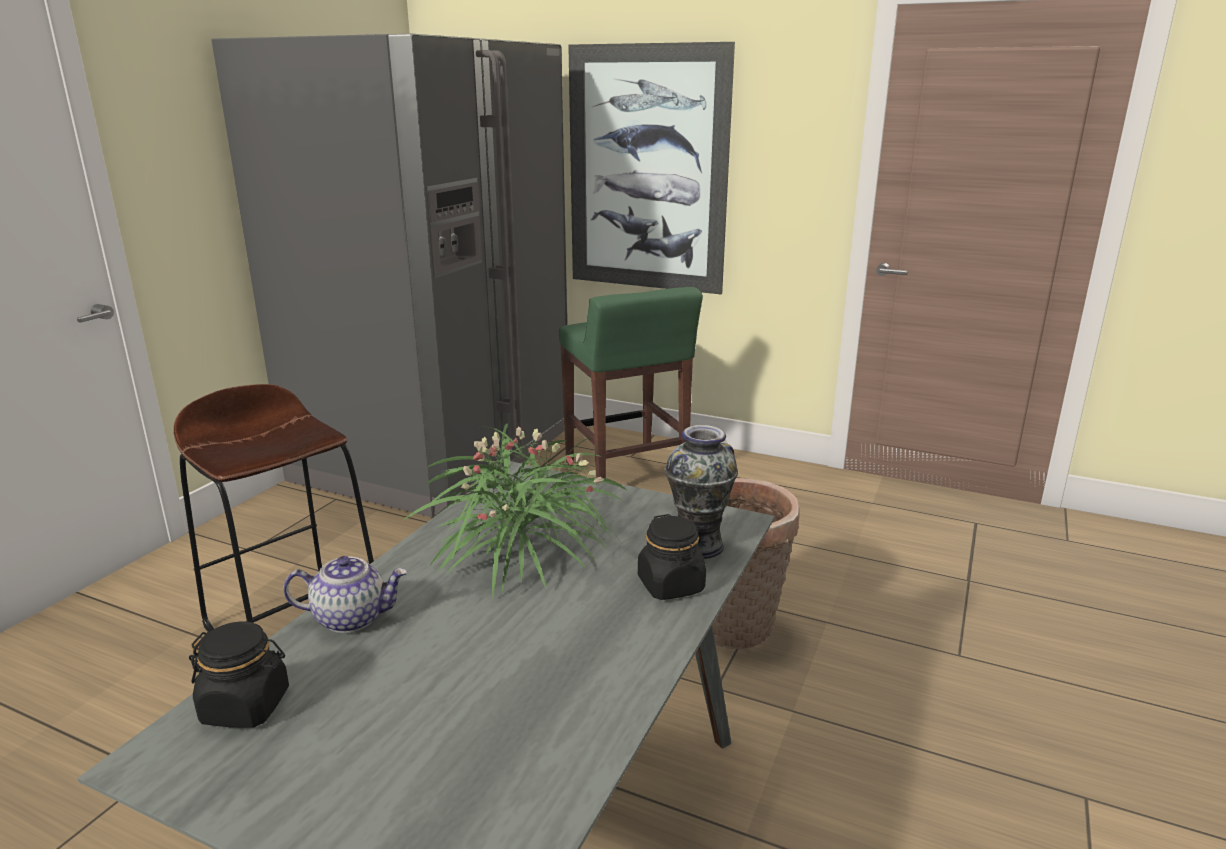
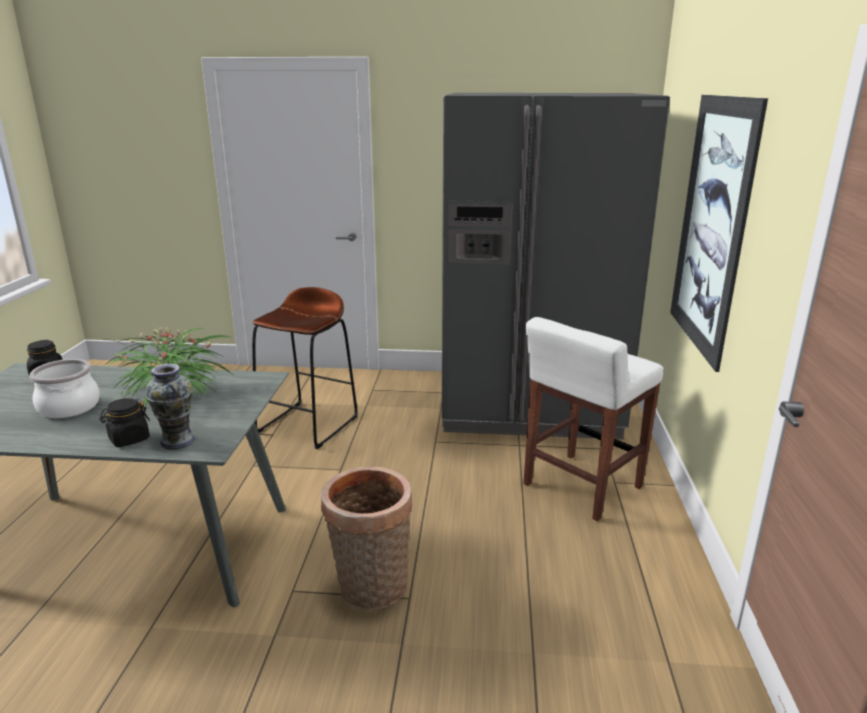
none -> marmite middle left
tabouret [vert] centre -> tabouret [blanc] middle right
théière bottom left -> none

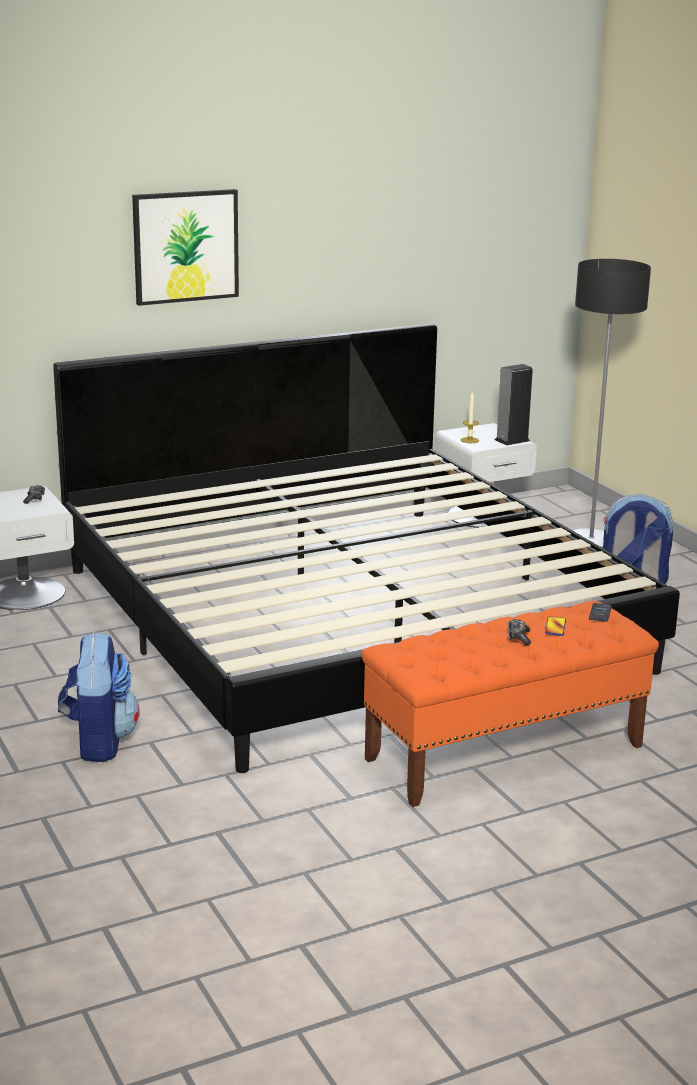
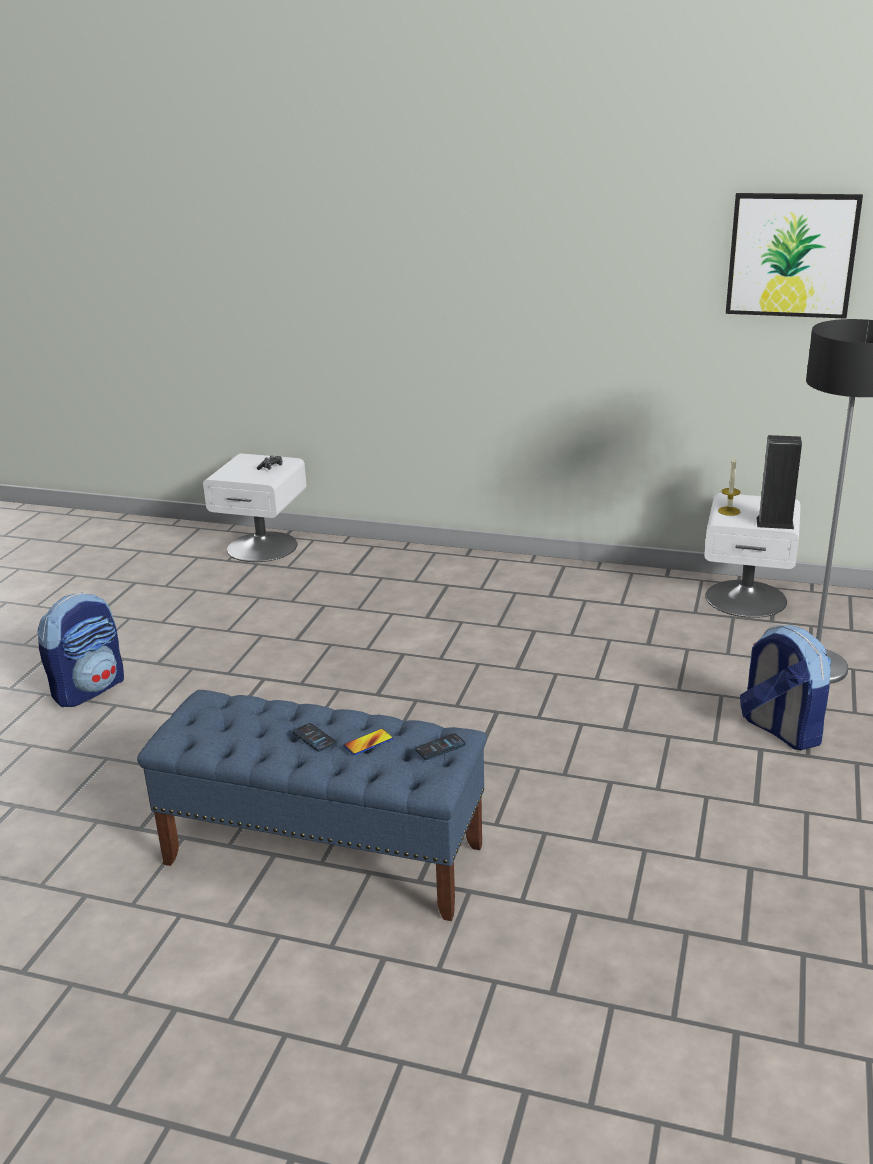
banc [orange] middle right -> banc [bleu] bottom centre
manette (2nd from left) middle right -> téléphone (1st from left) centre
tableau top left -> tableau top right, move
lit centre -> none

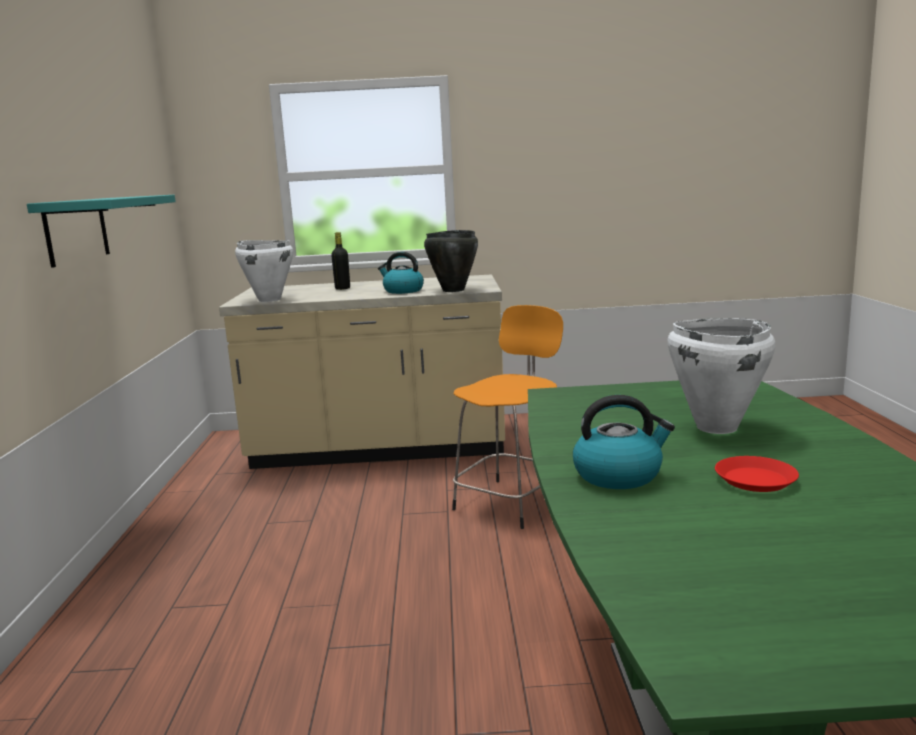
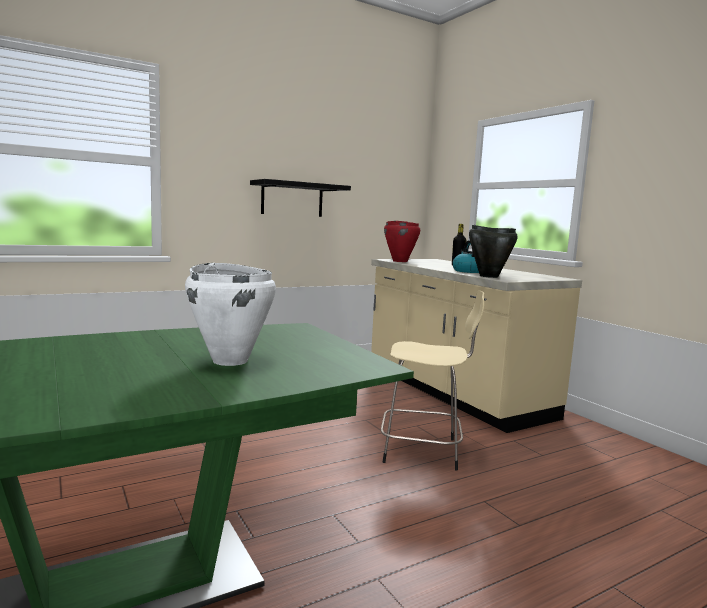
étagère [turquoise] top left -> étagère [noir] top centre
tabouret [orange] centre -> tabouret [beige] centre
marmite [blanc] (1st from left) middle left -> marmite [rouge] centre
bouilloire (2nd from left) middle right -> none
assiette [rouge] middle right -> none

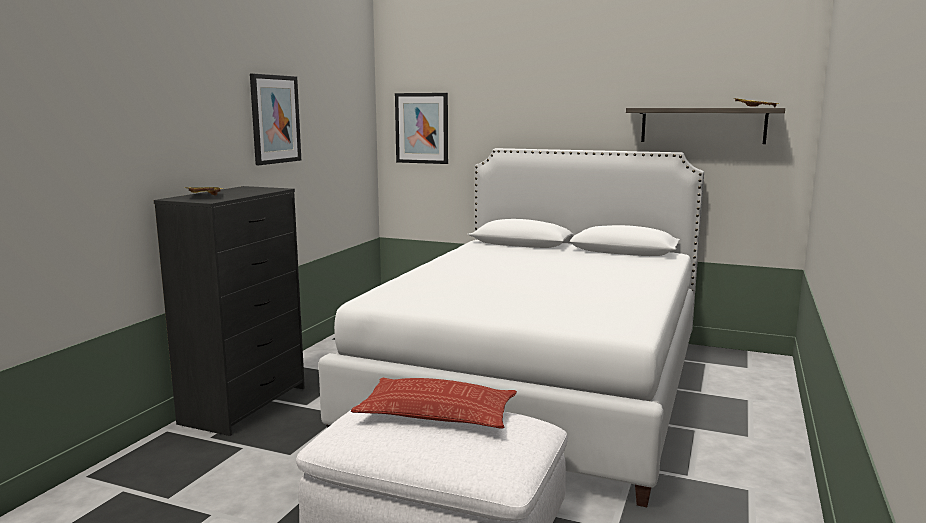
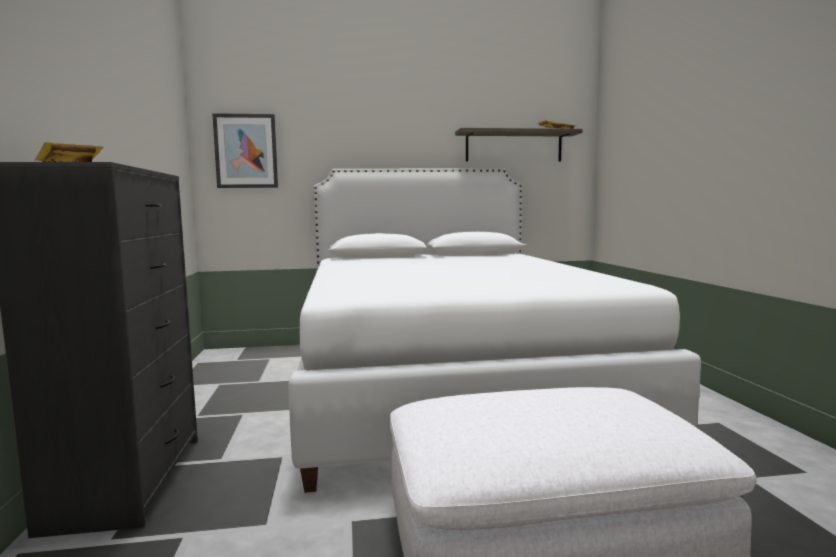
tableau (1st from left) top left -> none
coussin bottom centre -> none

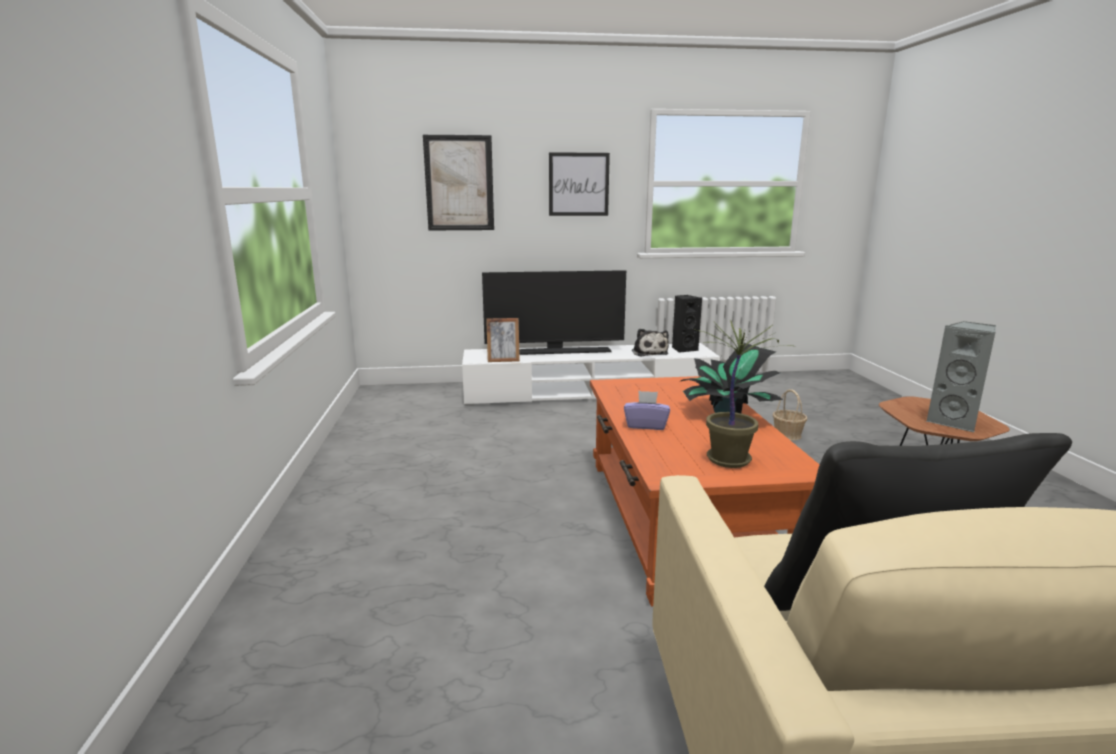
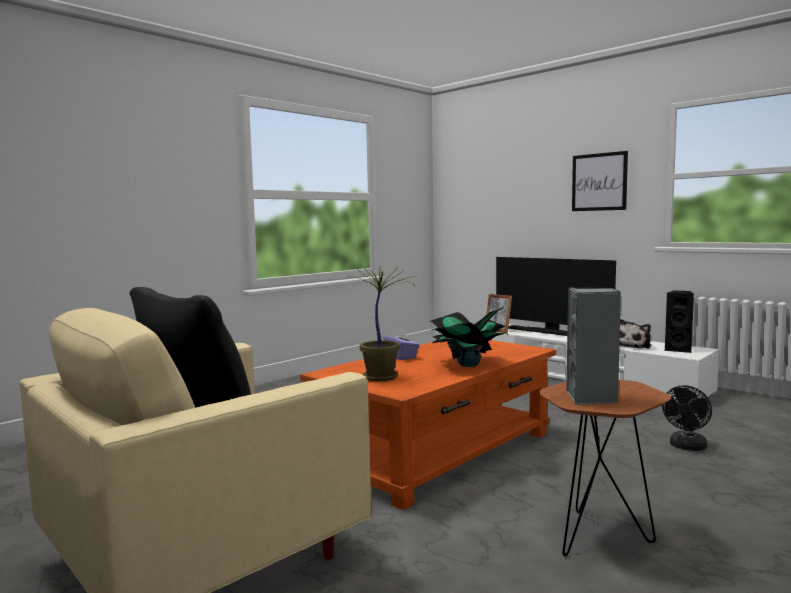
panier middle right -> ventilateur [noir] bottom right
tableau (1st from left) top centre -> none

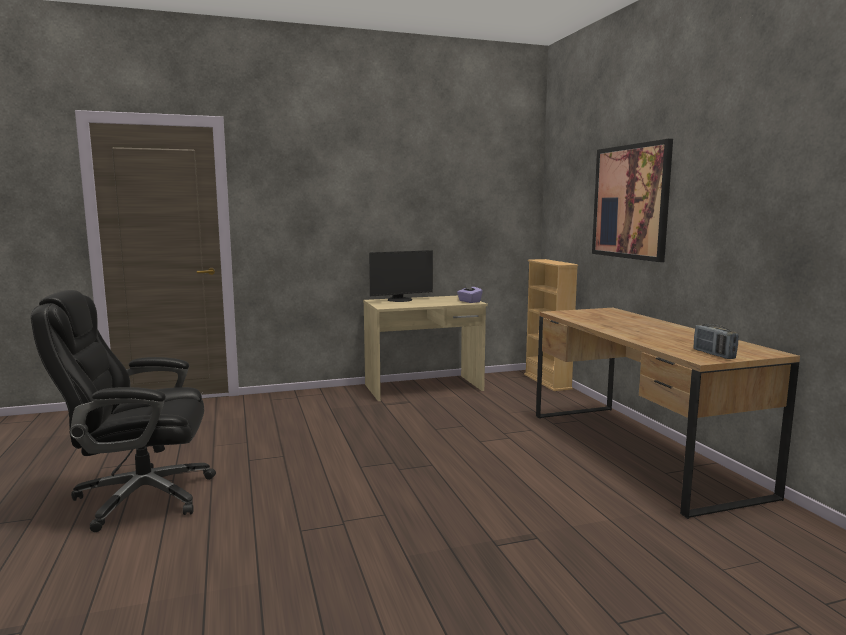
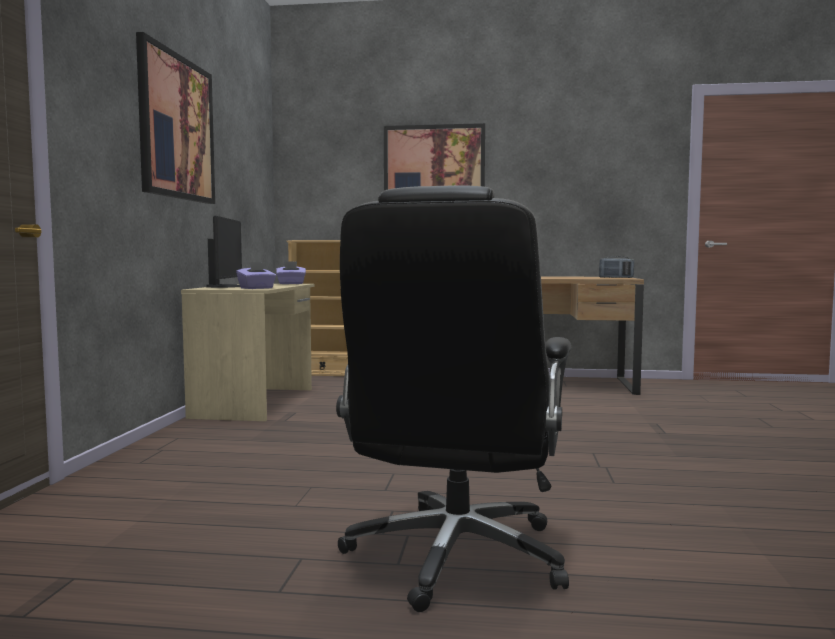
none -> tableau (1st from left) top left
none -> boîte à mouchoirs [violet] (1st from left) middle left

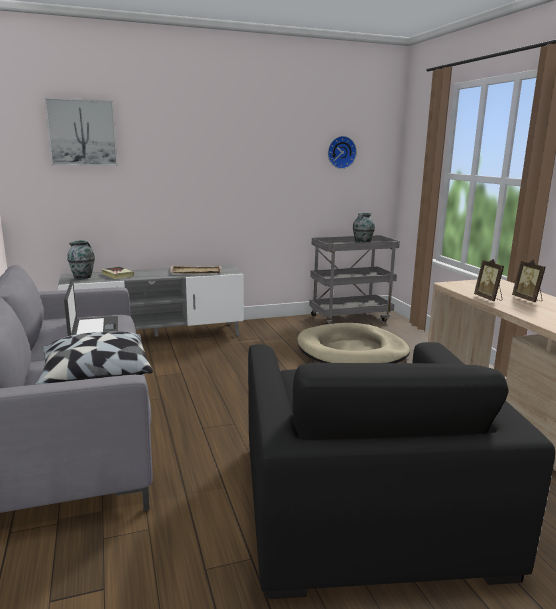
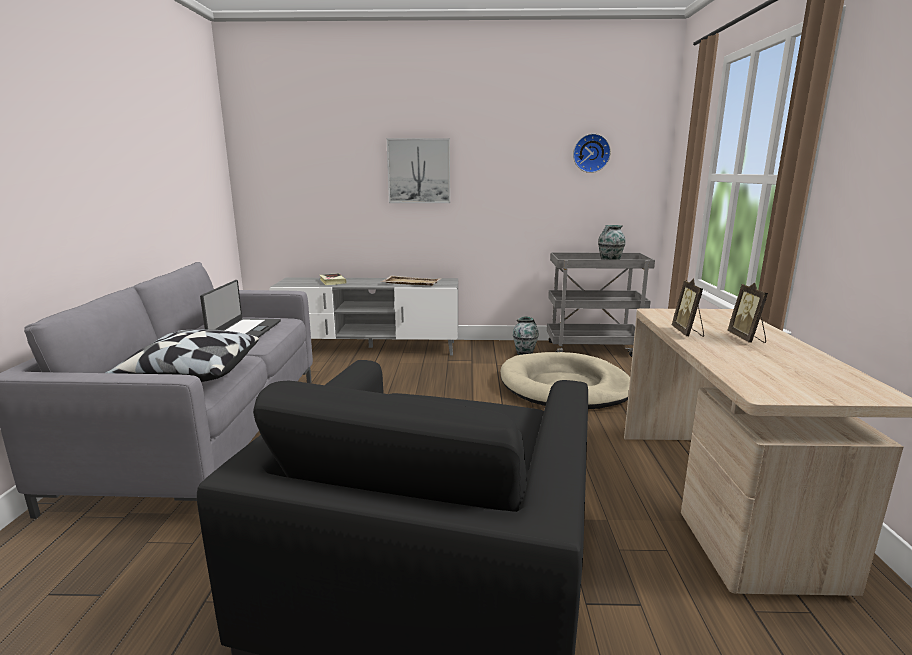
tableau top left -> tableau top centre, move
vase (1st from left) middle left -> vase (1st from left) centre, move

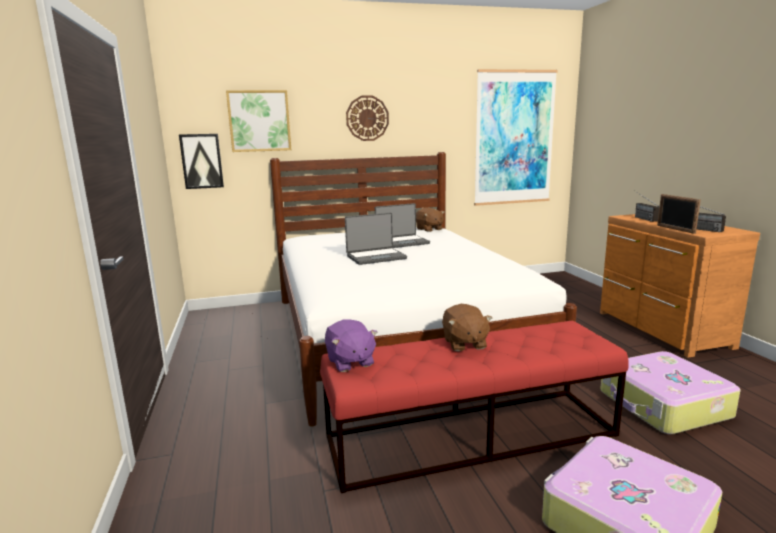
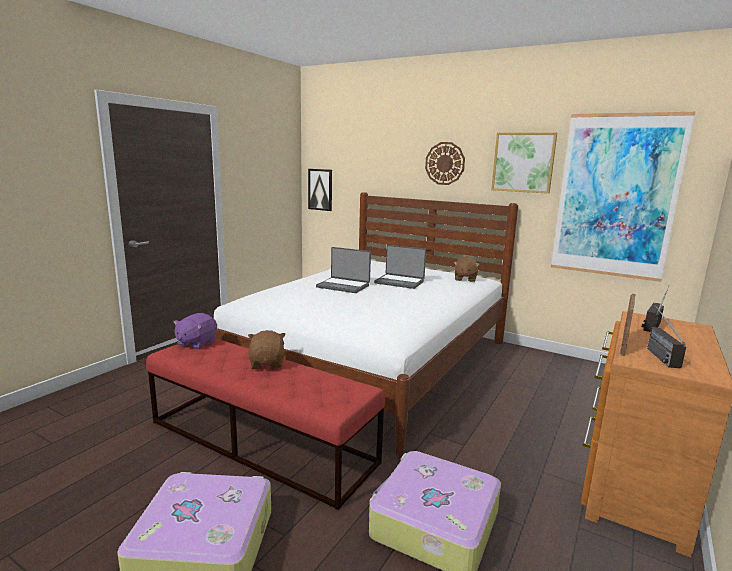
peluche [marron] (2nd from left in the first image) centre -> peluche [marron] (1st from left) centre, 135 degrees clockwise
tableau (2nd from left) top left -> tableau (2nd from left) top right, move

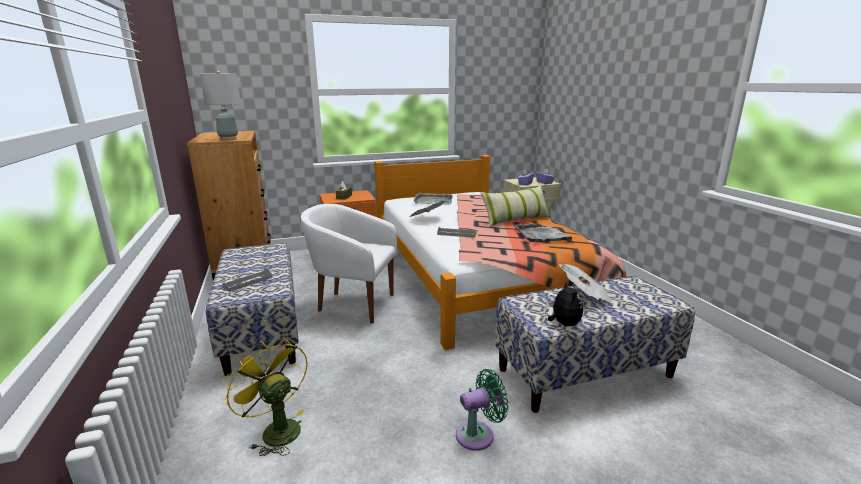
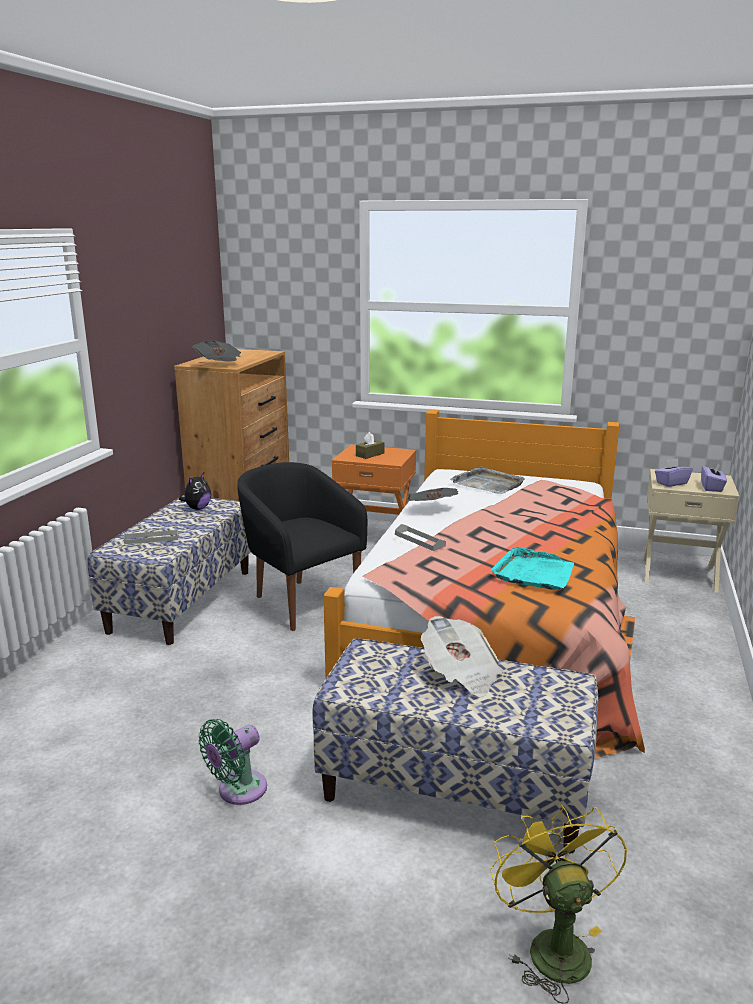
peluche centre -> peluche middle left, move
lampe de table [gris] top left -> journal (1st from left) middle left
ventilateur [vert] bottom centre -> ventilateur [vert] bottom left, 120 degrees clockwise
fauteuil [blanc] centre -> fauteuil [noir] centre
ventilateur [jaune] bottom left -> ventilateur [jaune] bottom right, move
plateau [gris] (4th from left) centre -> plateau [turquoise] middle right
coussin centre -> none

